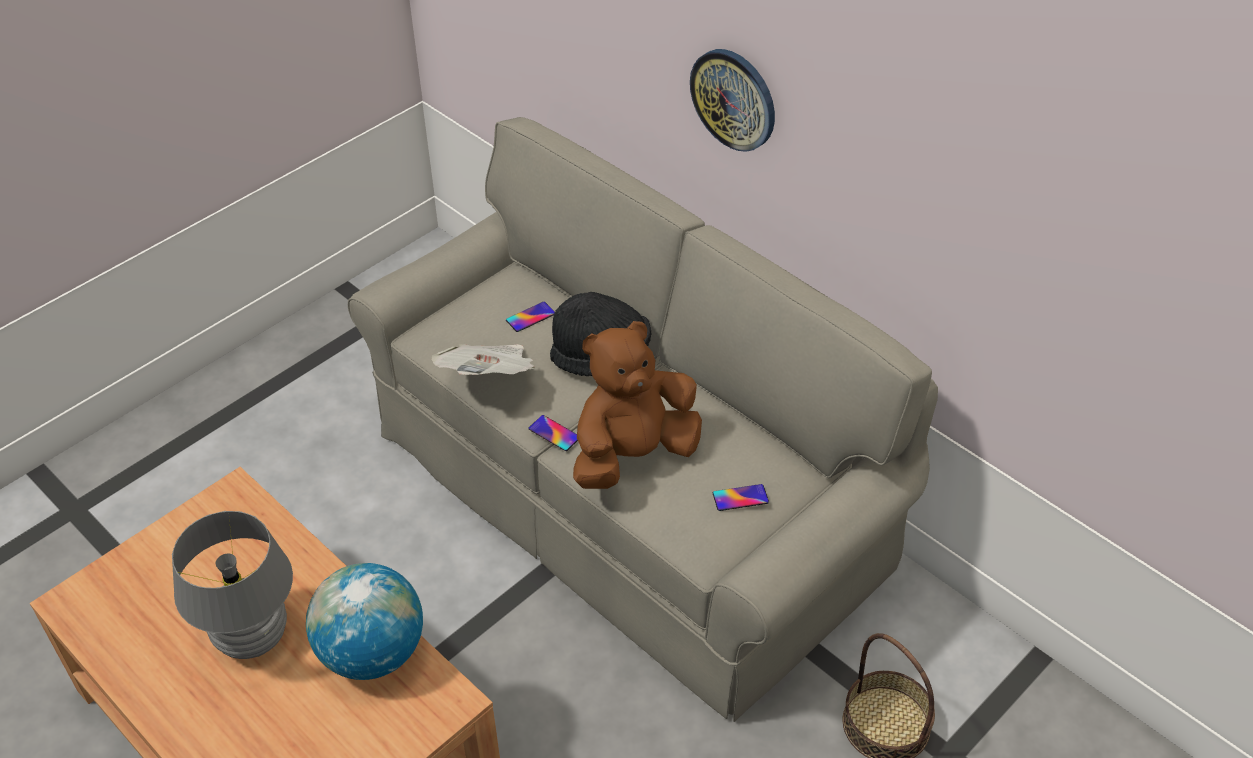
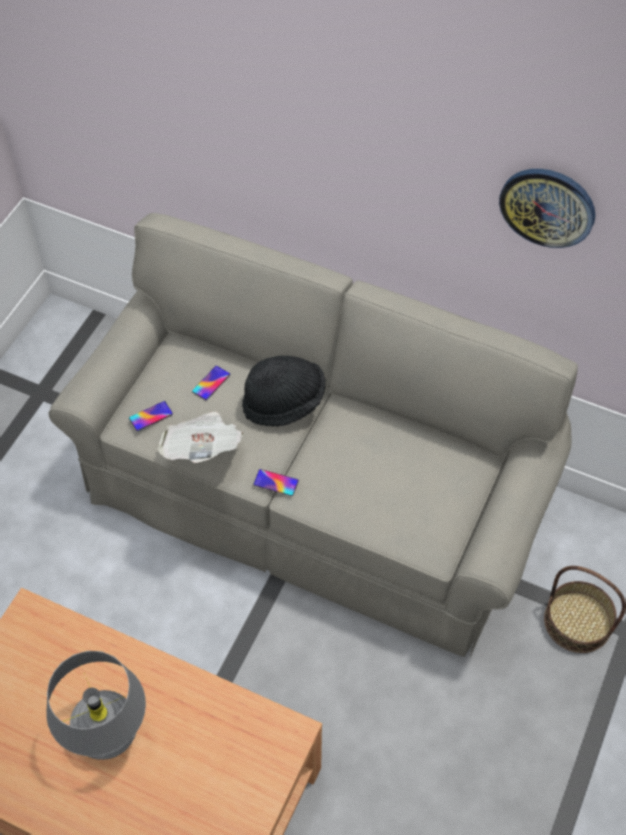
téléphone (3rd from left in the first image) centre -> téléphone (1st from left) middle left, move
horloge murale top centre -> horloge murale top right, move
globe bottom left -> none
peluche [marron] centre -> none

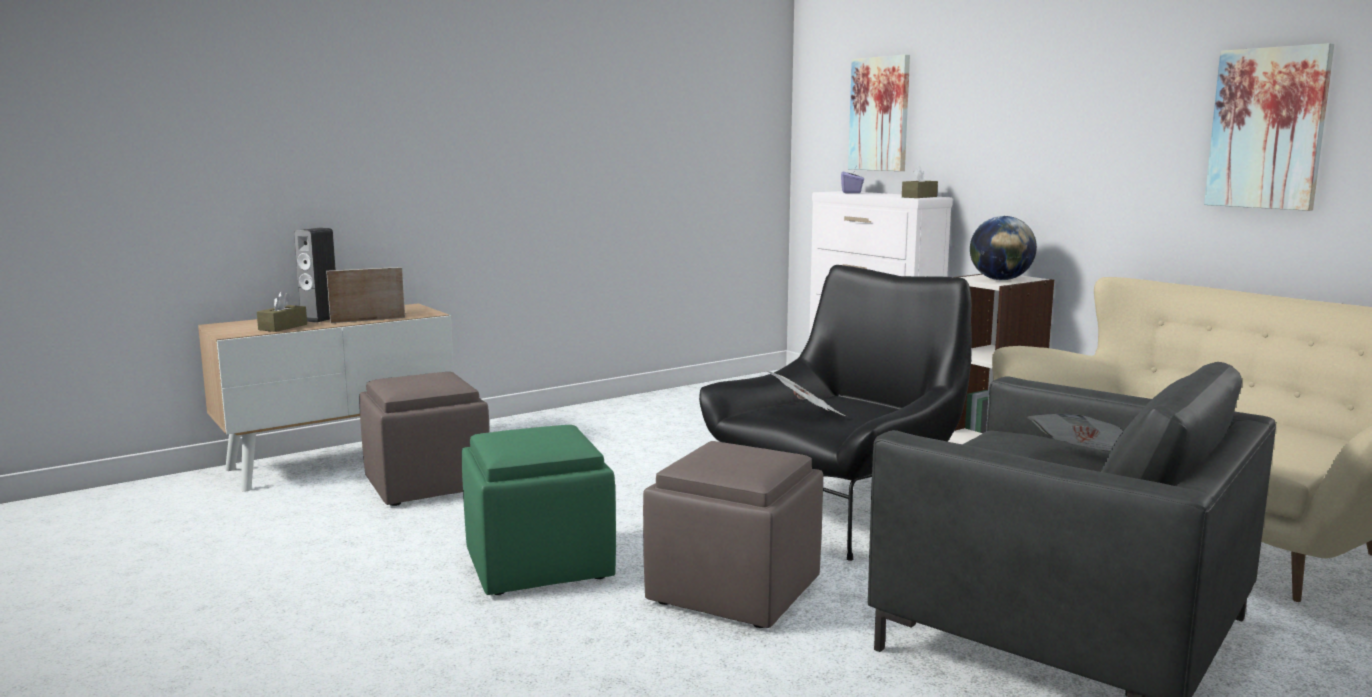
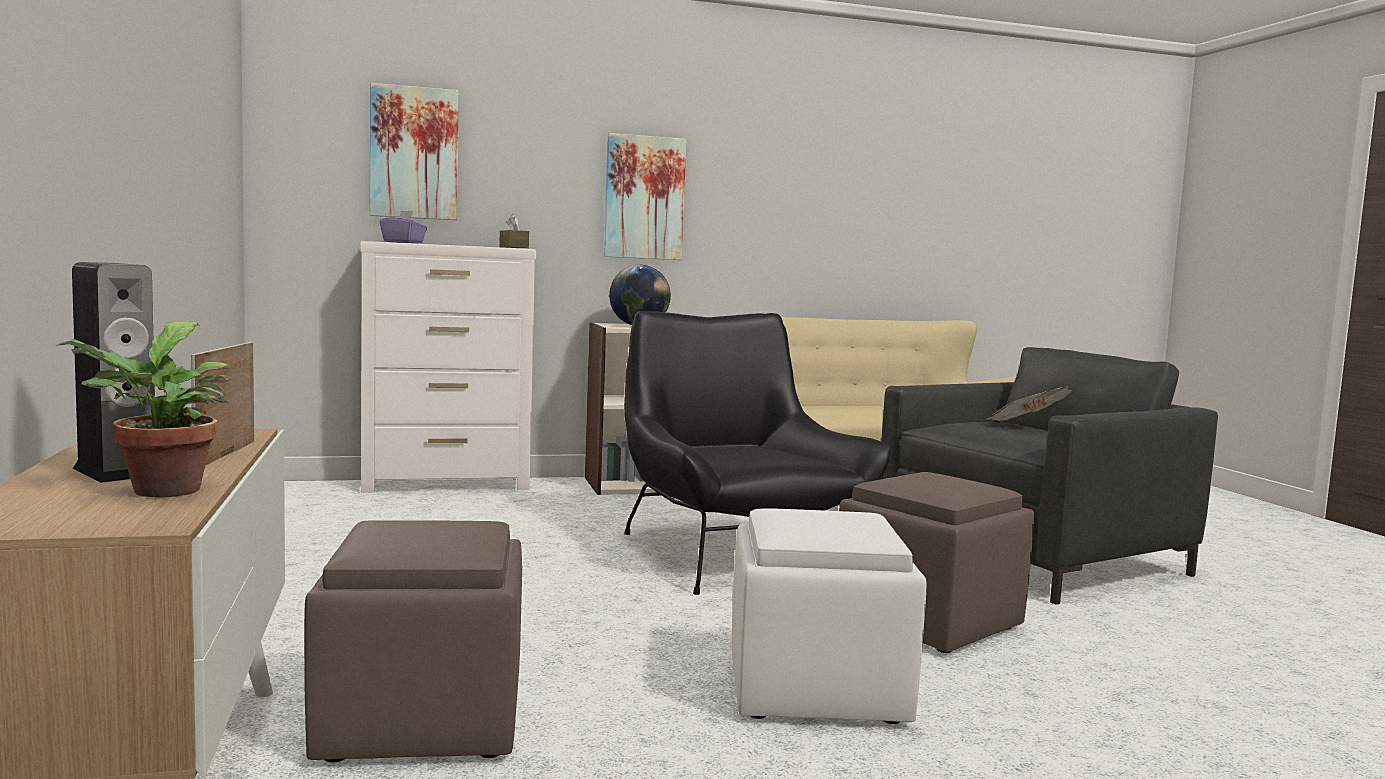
boîte à mouchoirs [marron] (1st from left) middle left -> plante en pot middle left
tableau (2nd from left) top right -> tableau (2nd from left) top centre, move
pouf [vert] bottom centre -> pouf [blanc] bottom centre
journal (1st from left) centre -> none

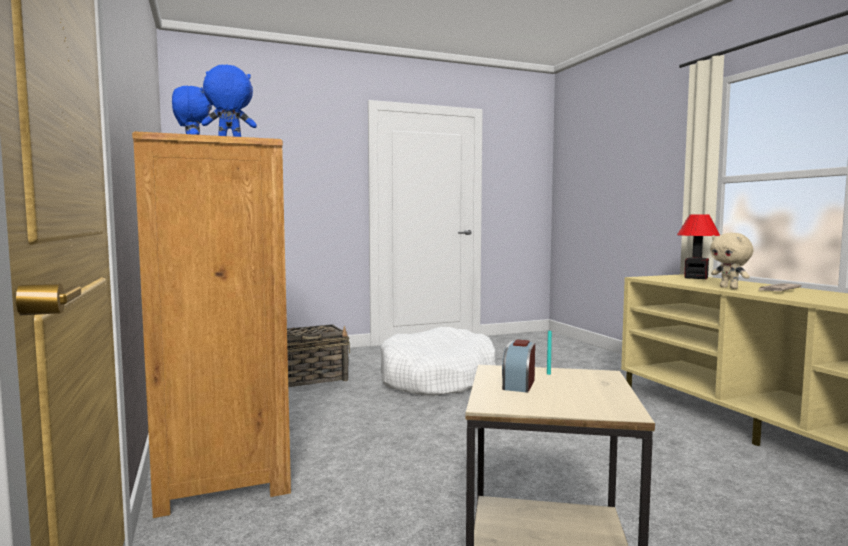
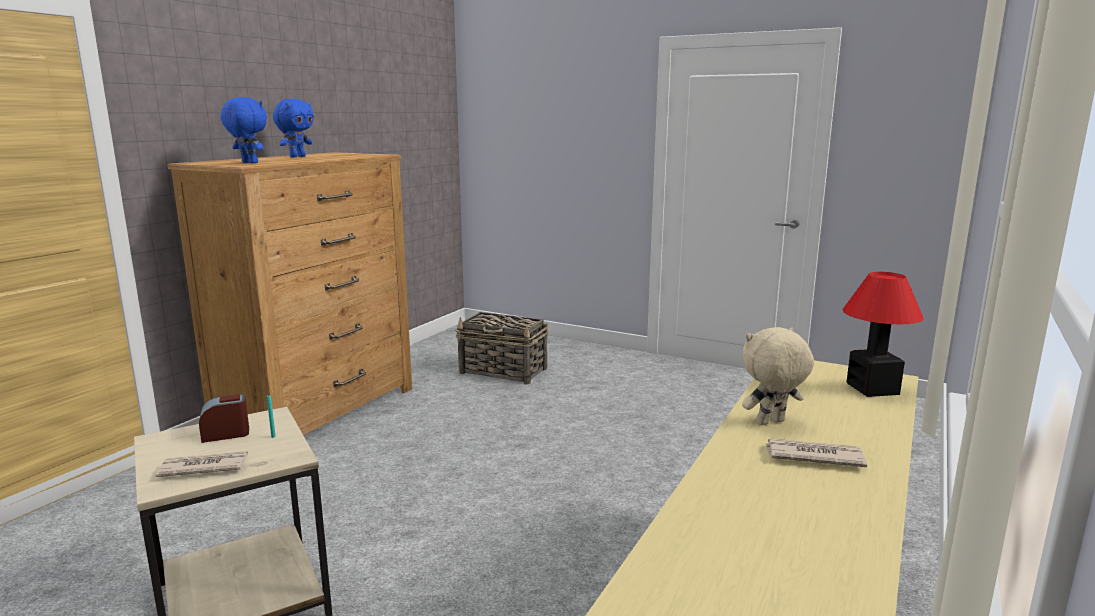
none -> journal (1st from left) bottom left
peluche [beige] middle right, 45 degrees clockwise
panier pour chien [blanc] centre -> none

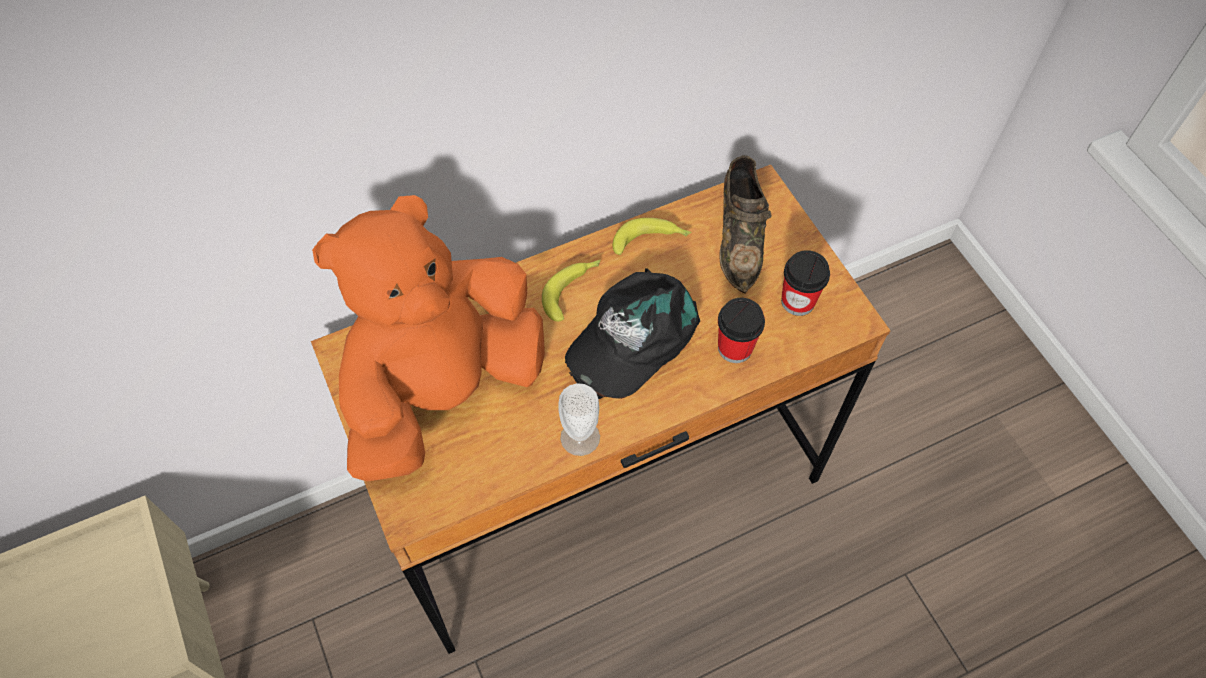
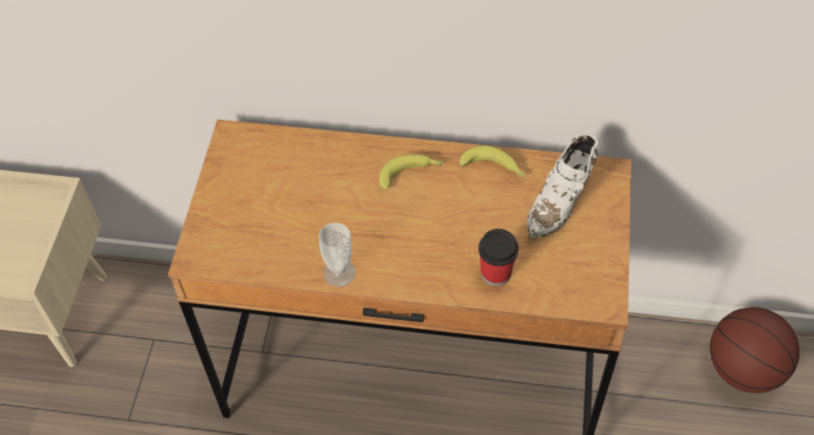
chaussure [marron] top centre -> chaussure [blanc] middle right
none -> ballon de basket bottom right
peluche [orange] centre -> none
casquette [noir] centre -> none
tasse (3rd from left) middle right -> none

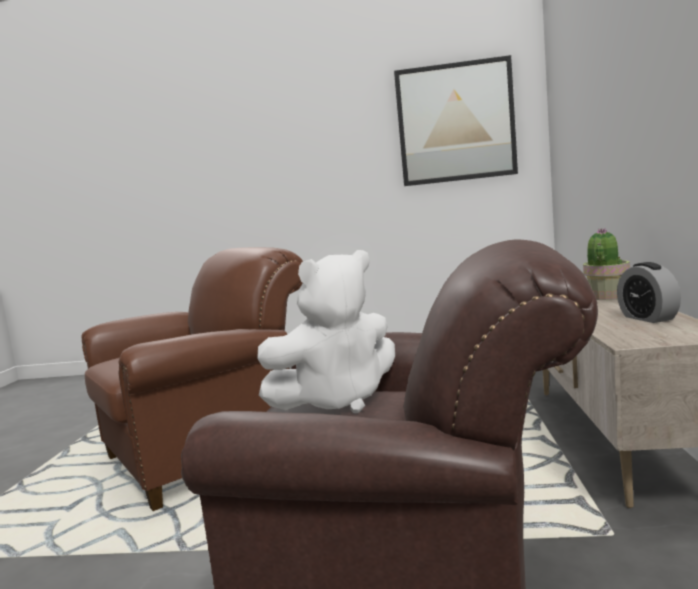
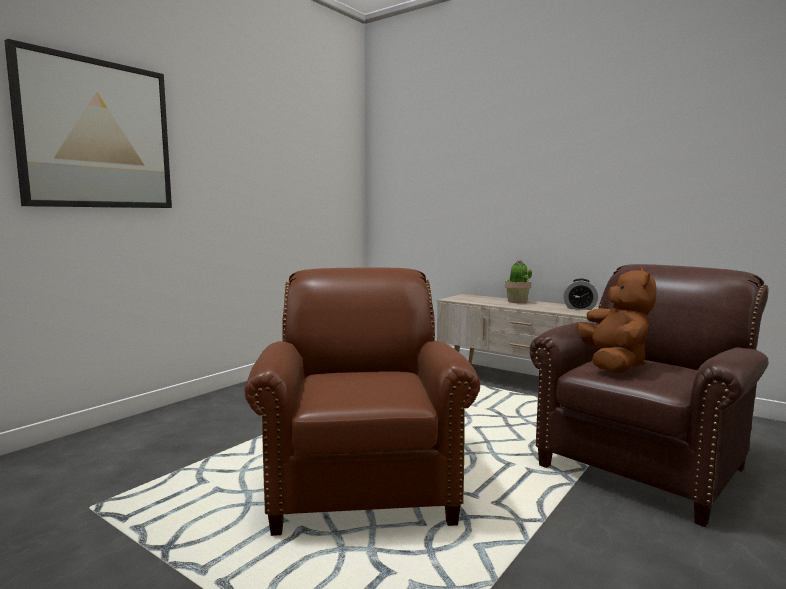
tableau top centre -> tableau top left, move
peluche [blanc] centre -> peluche [marron] middle right

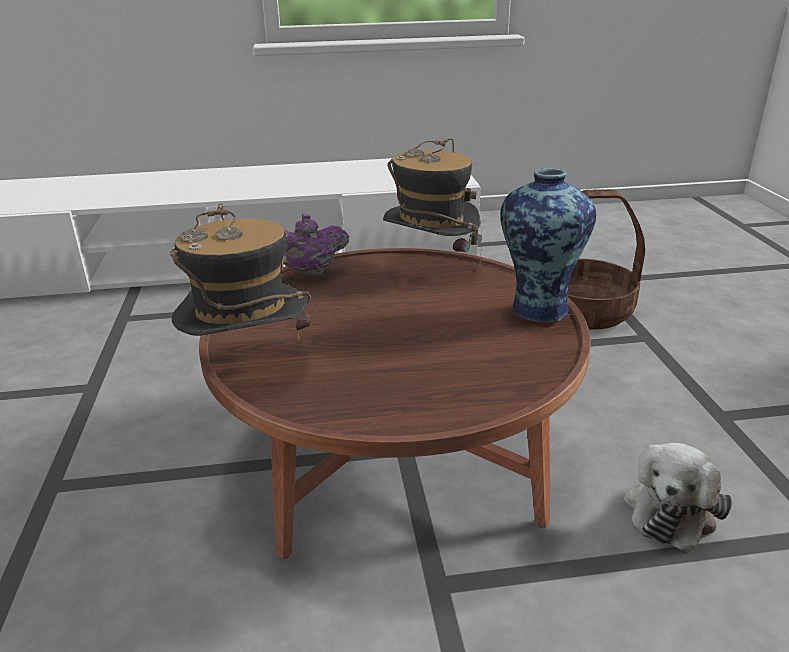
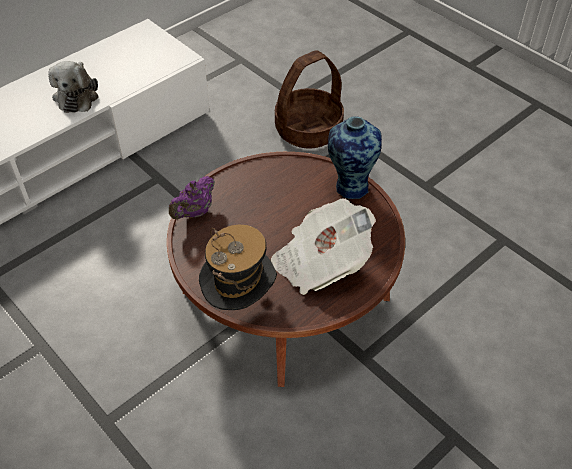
peluche bottom right -> peluche top left, move
none -> journal centre
chapeau (2nd from left) top centre -> none

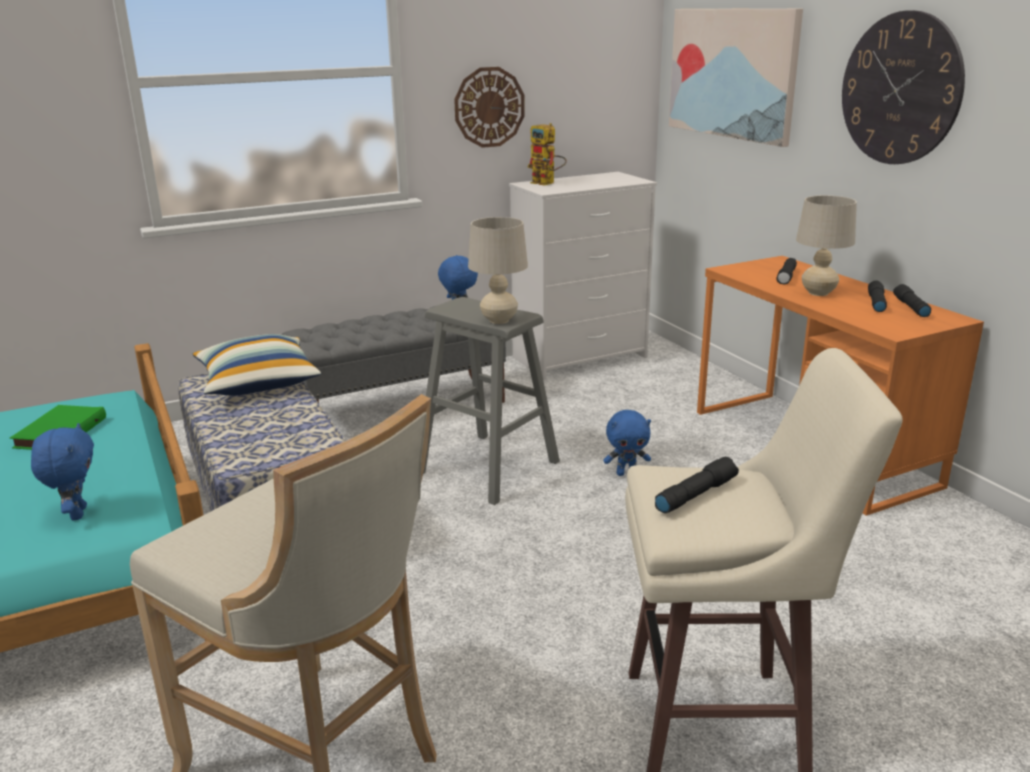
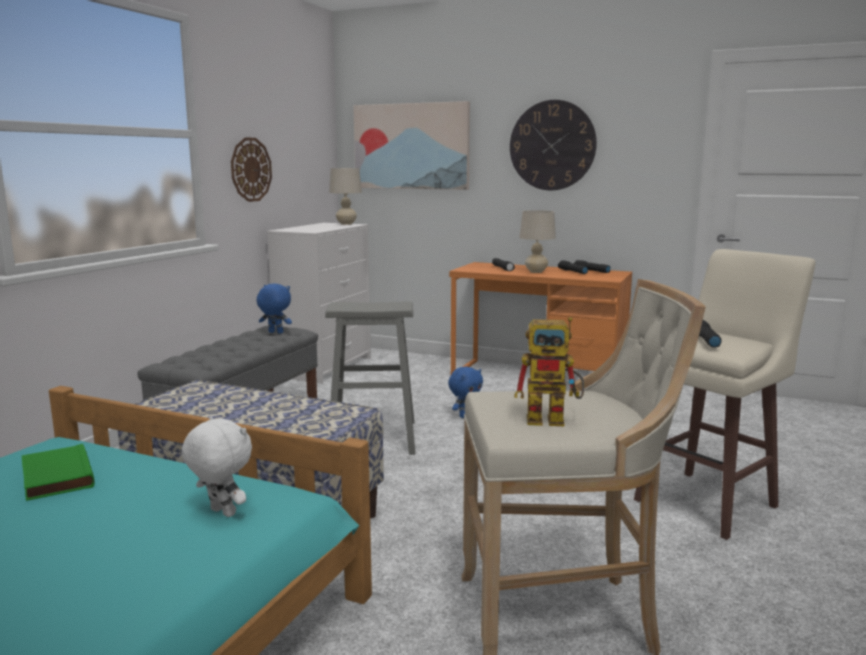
peluche [bleu] (1st from left) middle left -> peluche [blanc] bottom left
lampe de table [beige] (1st from left) centre -> lampe de table [beige] (1st from left) top centre, move
robot jouet top centre -> robot jouet centre, move
coussin middle left -> none

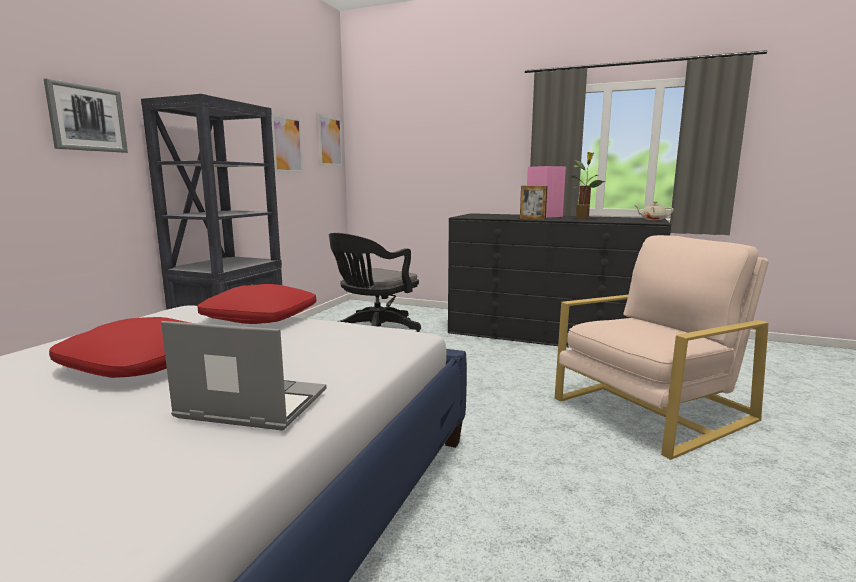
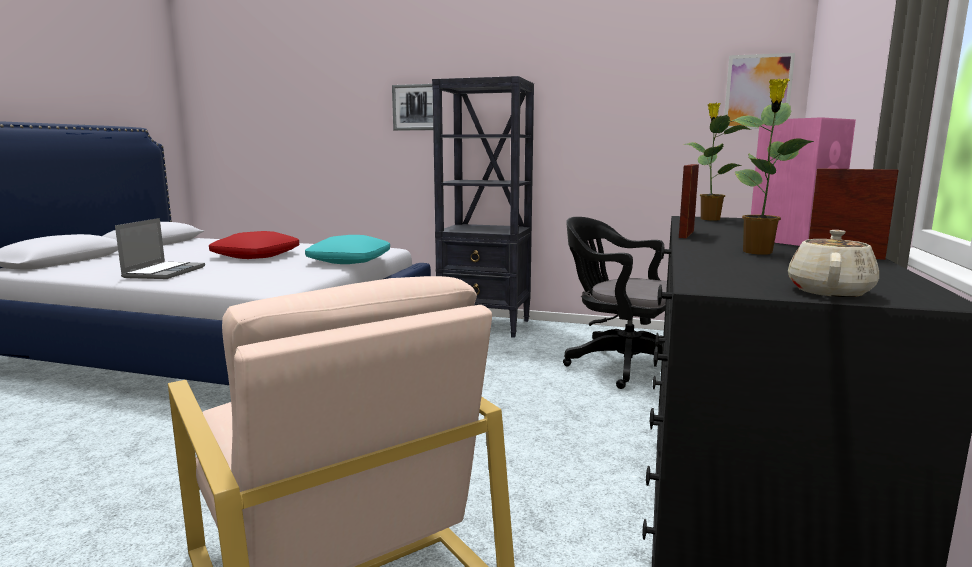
coussin [rouge] (2nd from left) middle left -> coussin [turquoise] centre
none -> plante en pot (1st from left) top right
tableau (2nd from left) top centre -> none

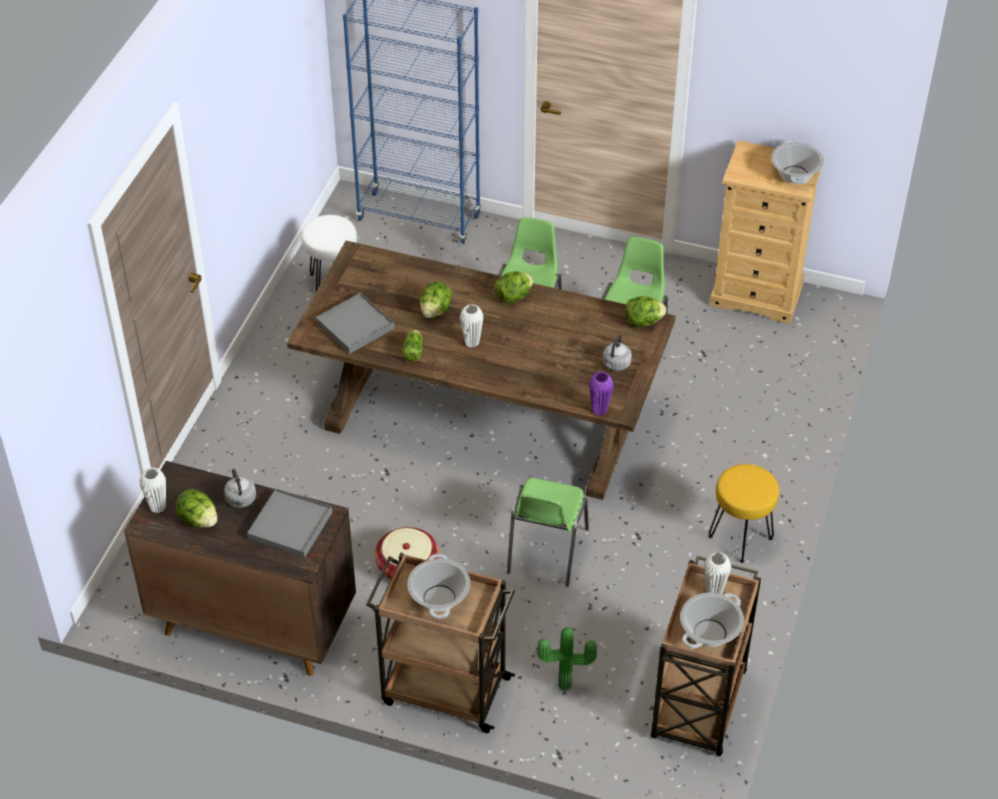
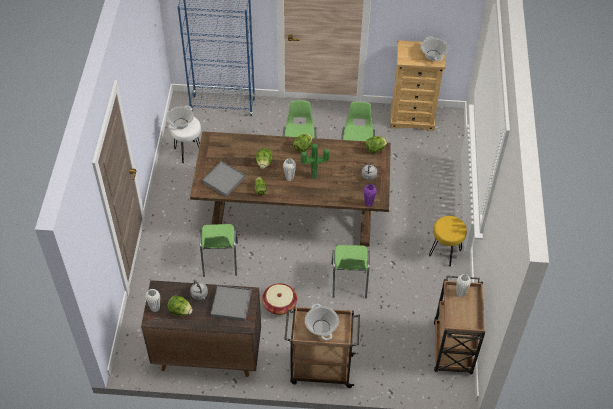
marmite (2nd from left in the first image) bottom right -> marmite (1st from left) top left, move
none -> chaise [vert] (1st from left) centre
plante en pot bottom centre -> plante en pot centre, move

